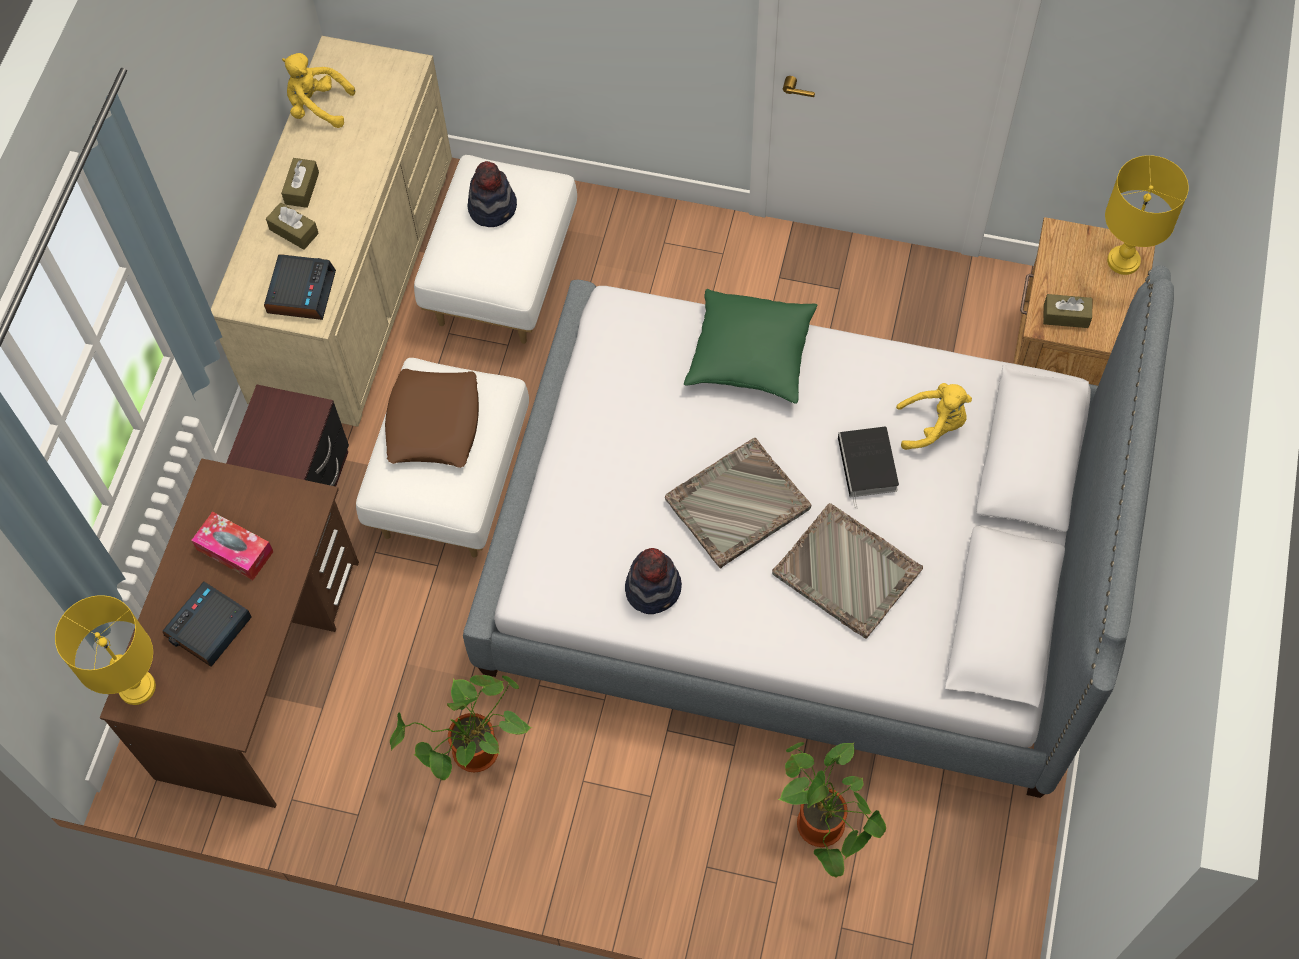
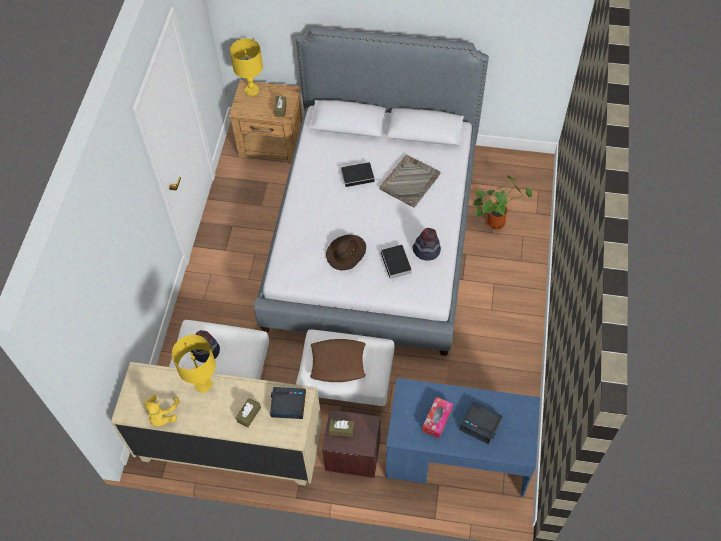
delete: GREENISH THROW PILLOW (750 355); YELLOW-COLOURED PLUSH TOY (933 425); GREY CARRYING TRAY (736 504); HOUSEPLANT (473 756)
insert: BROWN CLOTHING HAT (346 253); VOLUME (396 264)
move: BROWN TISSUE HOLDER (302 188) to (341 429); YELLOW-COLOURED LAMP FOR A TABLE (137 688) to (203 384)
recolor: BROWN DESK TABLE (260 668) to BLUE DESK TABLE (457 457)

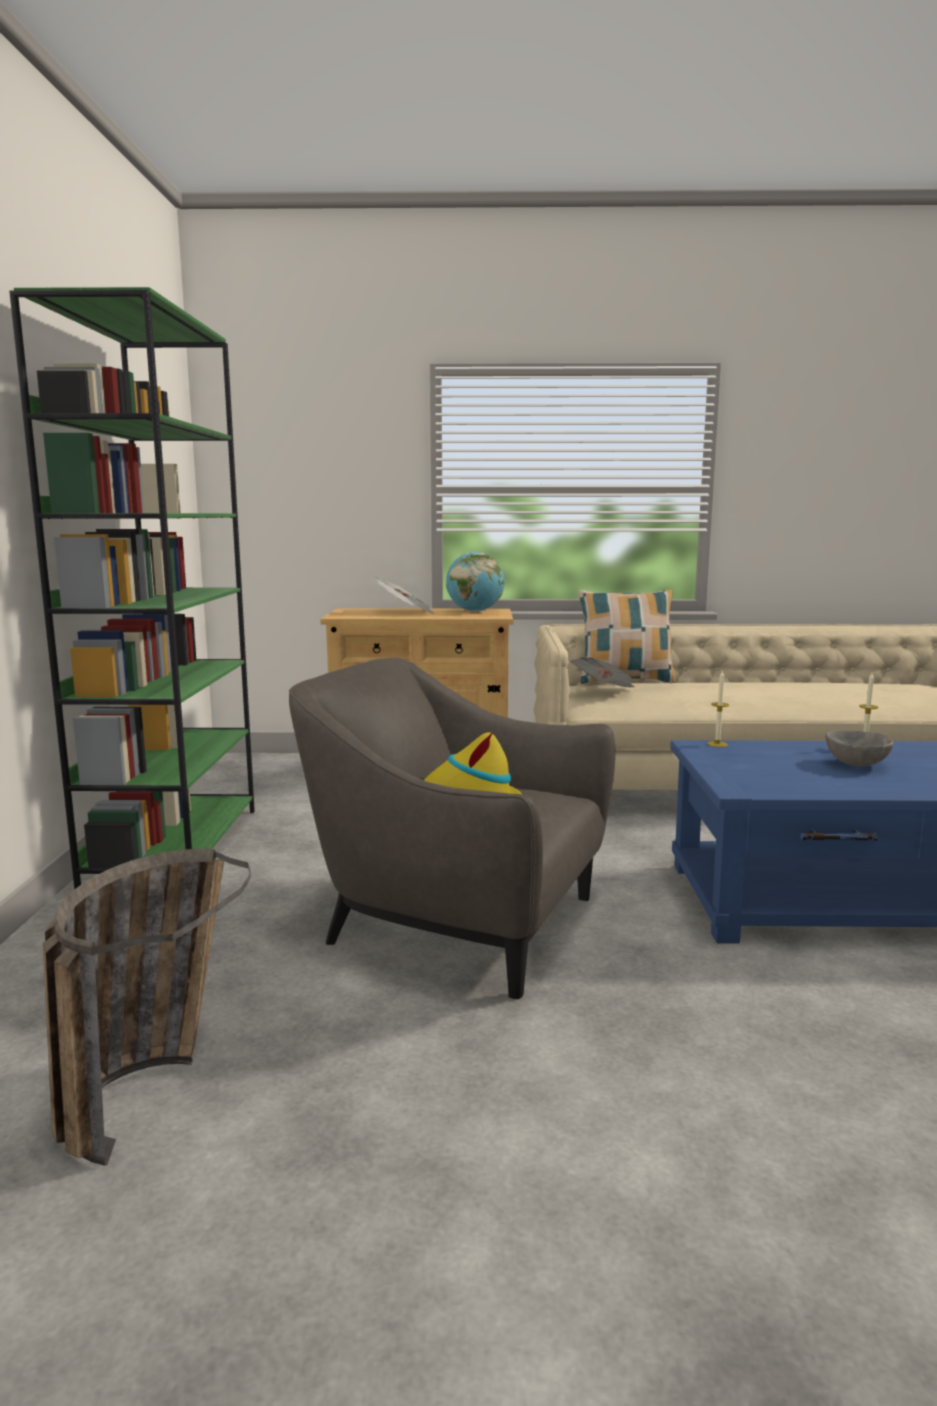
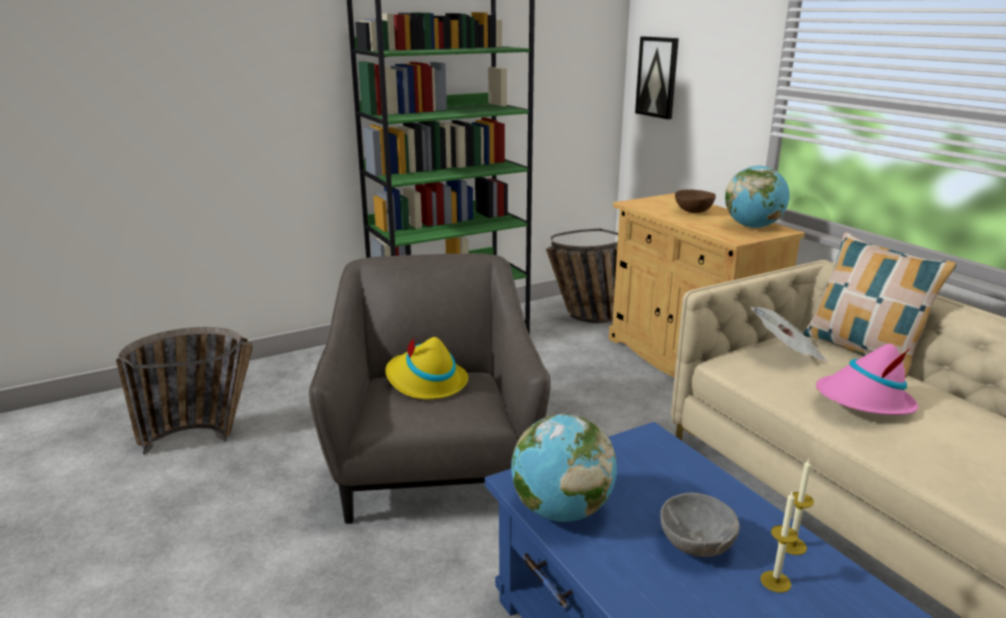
insert: PICTURE (657 77); STORAGE BASKET (587 317); PINK CLOTHING HAT (863 401); WORLD GLOBE (561 511)
move: CANDLE (717 744) to (775 581)
replace: PRINTED PAPER (405 612) to BROWN DEEP DISH (694 212)

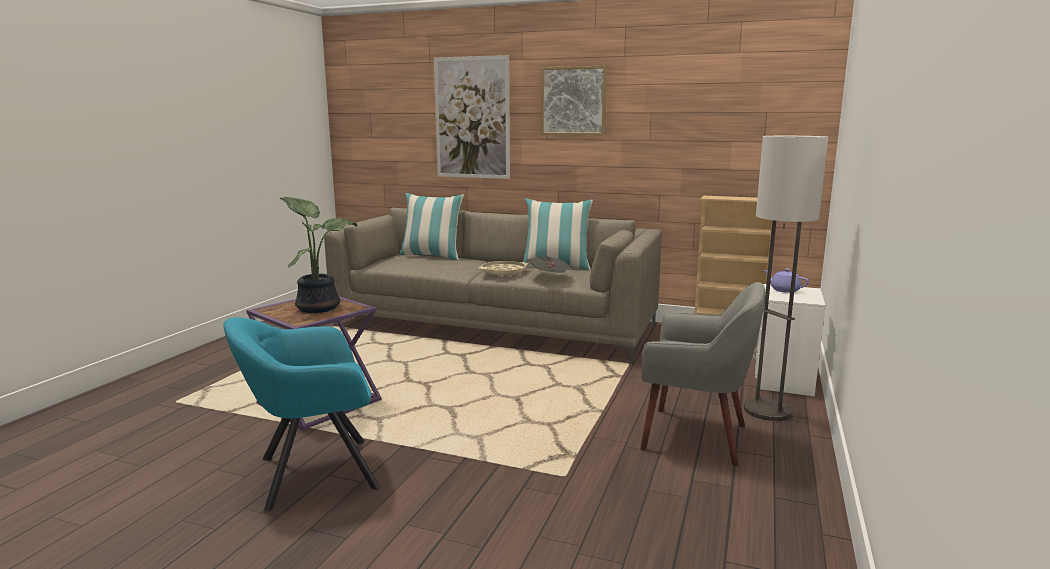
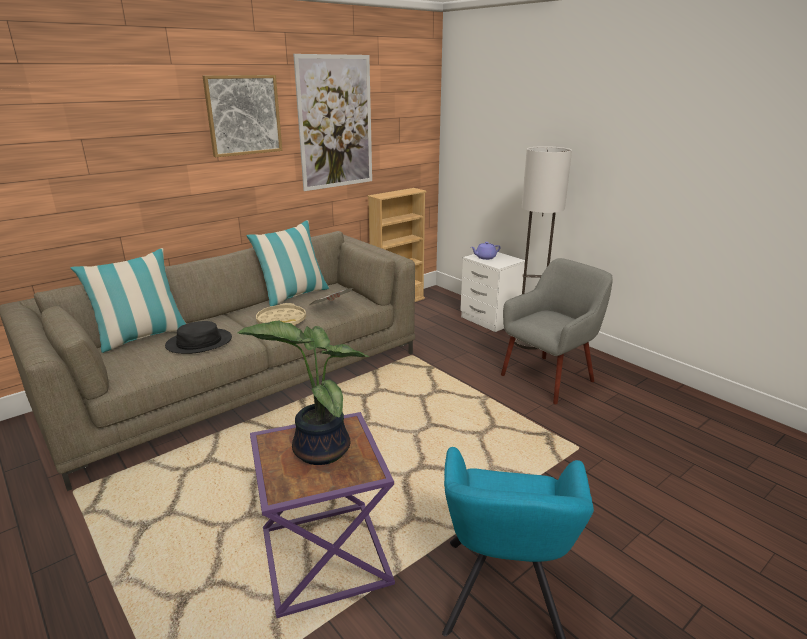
insert: BLACK CLOTHING HAT (199 342)
move: PICTURE (472 118) to (335 123)

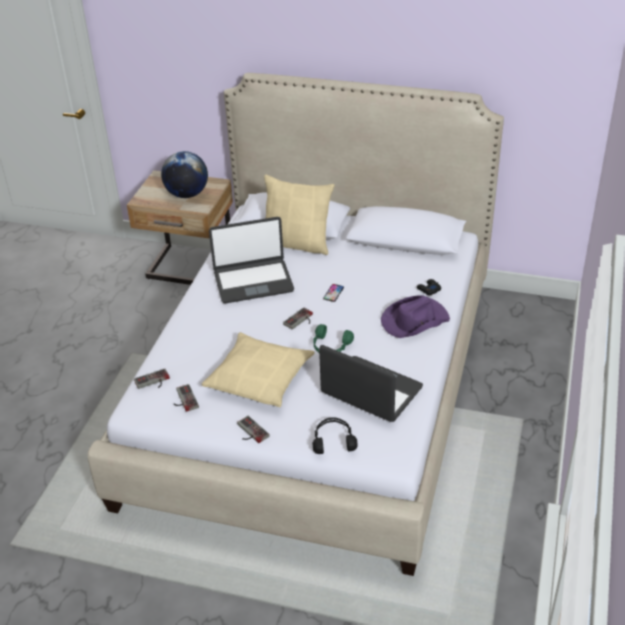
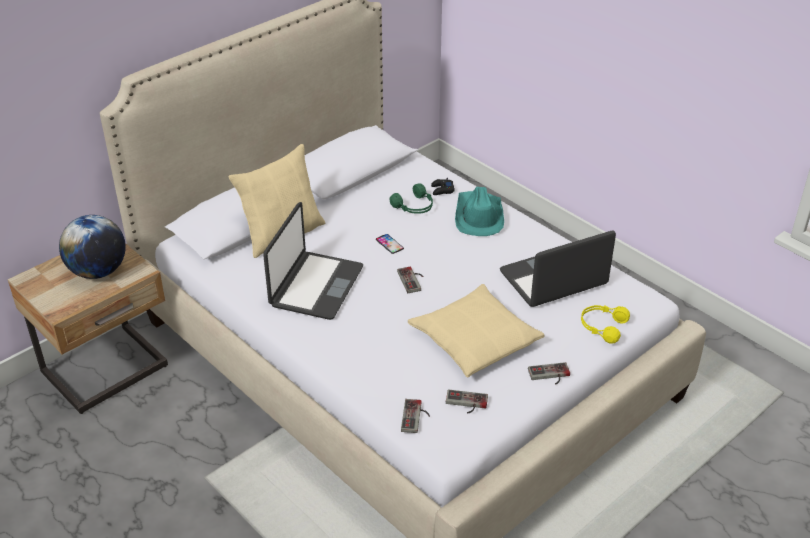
move: GREENISH HEADPHONES (330 347) to (414 207)
recolor: PURPLISH CLOTHING HAT (414 320) to BLUE-GREEN CLOTHING HAT (478 216); BLACK HEADPHONES (333 440) to YELLOW-COLOURED HEADPHONES (602 327)

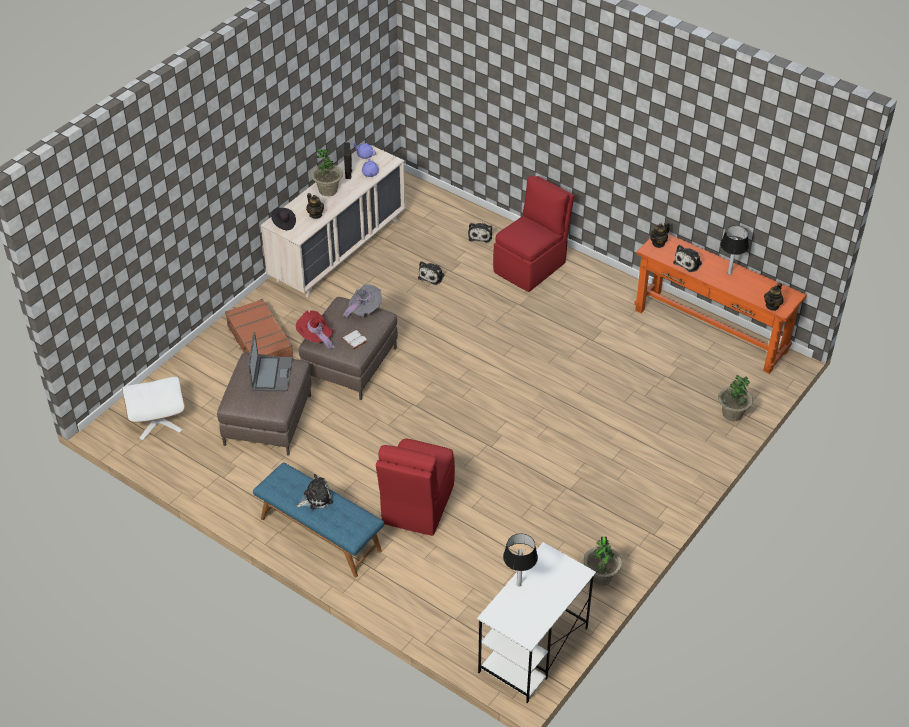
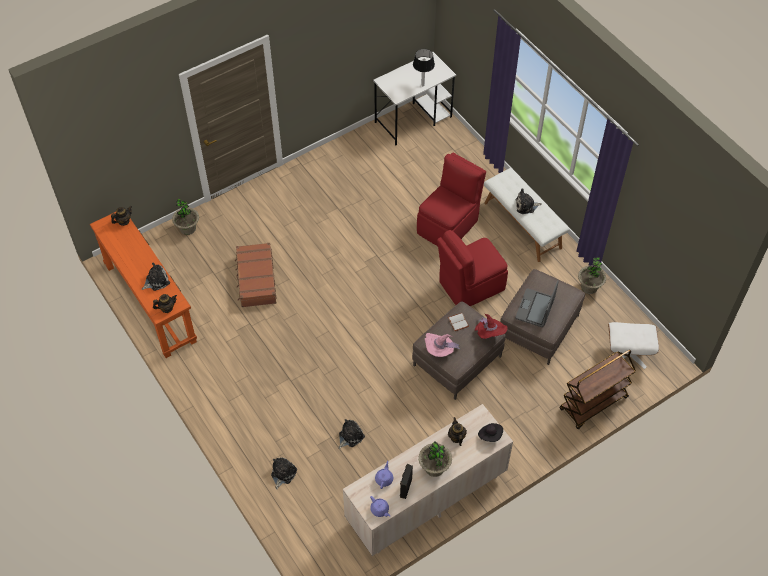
delete: LAMP FOR A TABLE (729 273)
insert: BROWN WHEELED CART (593 404)
move: RED PLAIN CHAIR (531 266) to (470 286); BROWN SUITCASE (260 341) to (256 279); HOUSEPLANT (601 576) to (589 287)
recolor: GREY CLOTHING HAT (364 310) to PINK CLOTHING HAT (439 350); BLUE INDOOR BENCH (320 534) to WHITE INDOOR BENCH (523 225)

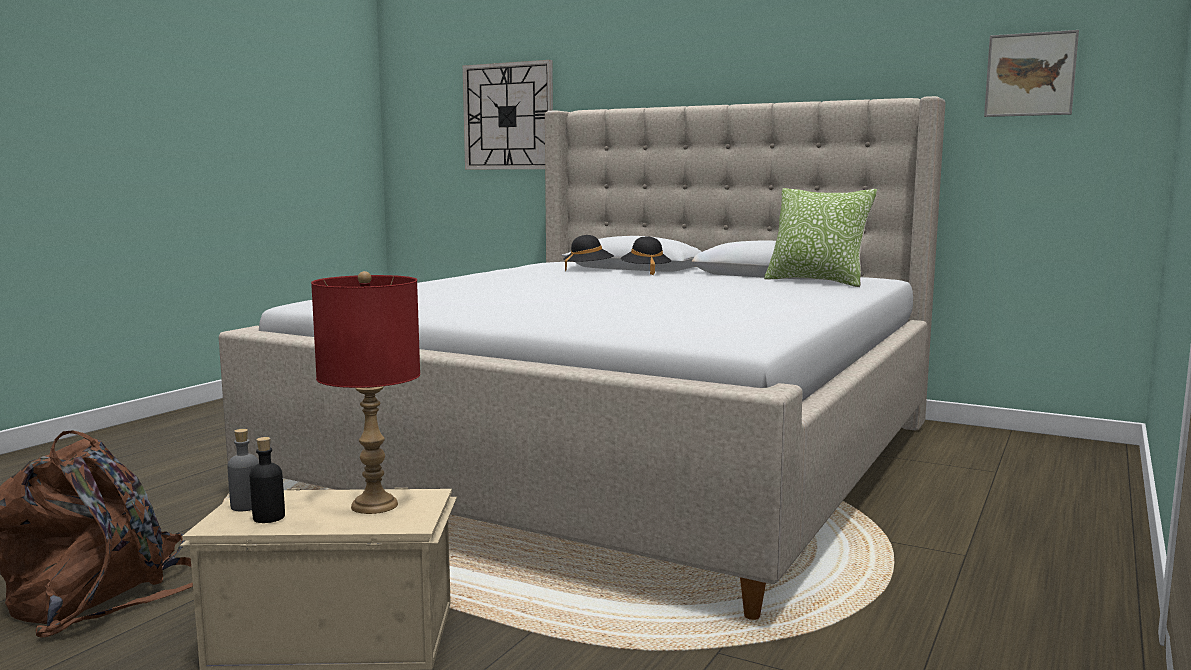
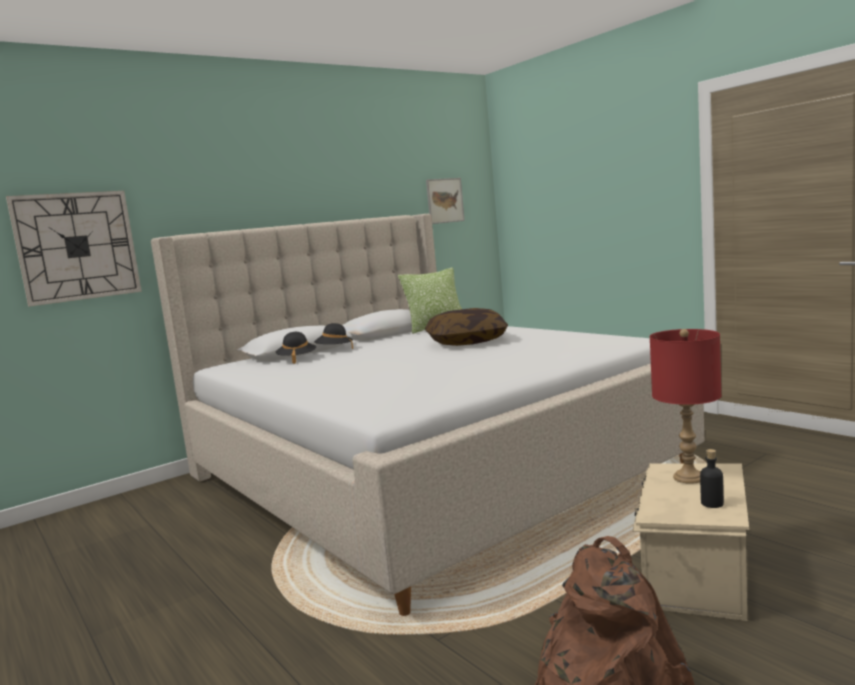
delete: GREY DRINK BOTTLE (246 506)
insert: THROW PILLOW (467 342)

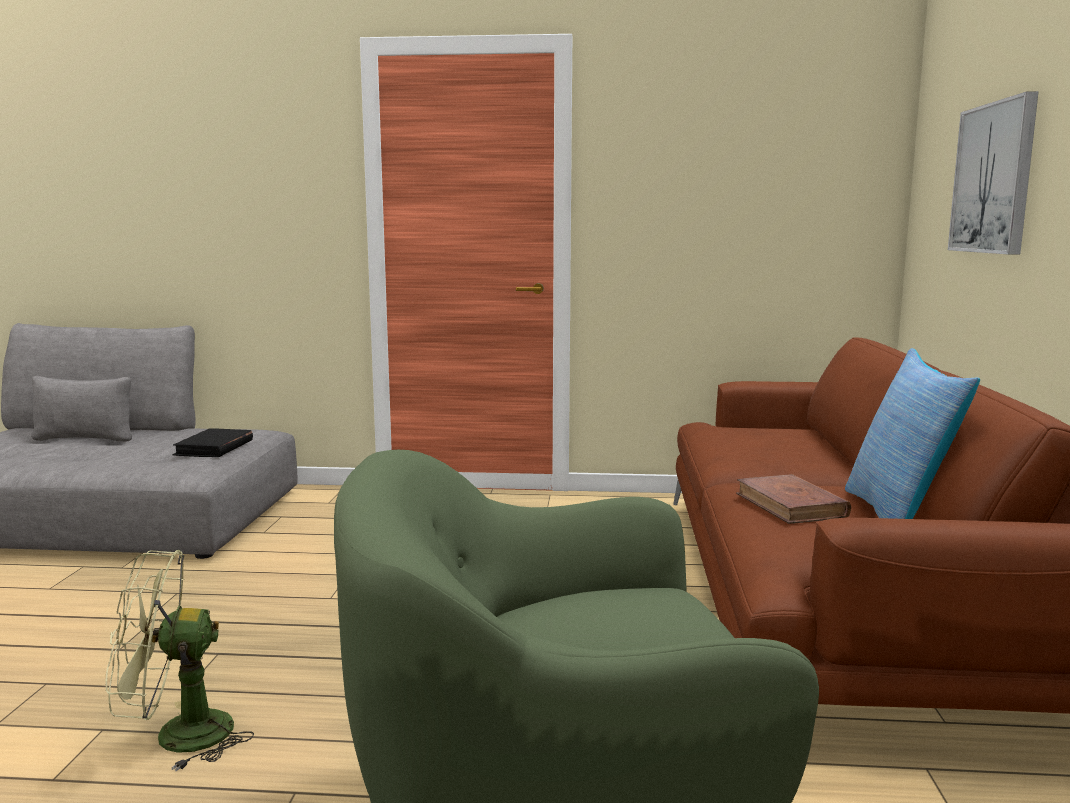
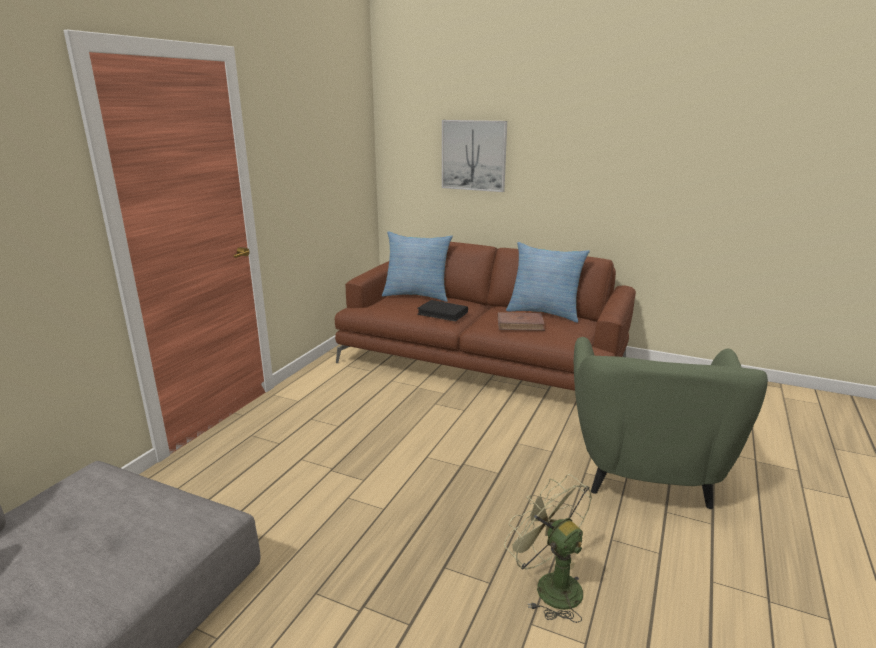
insert: THROW PILLOW (417 295)
move: BLACK VOLUME (214 448) to (443 313)
rotate: GREENISH FAN (177 737) = (549 585) 135 degrees clockwise

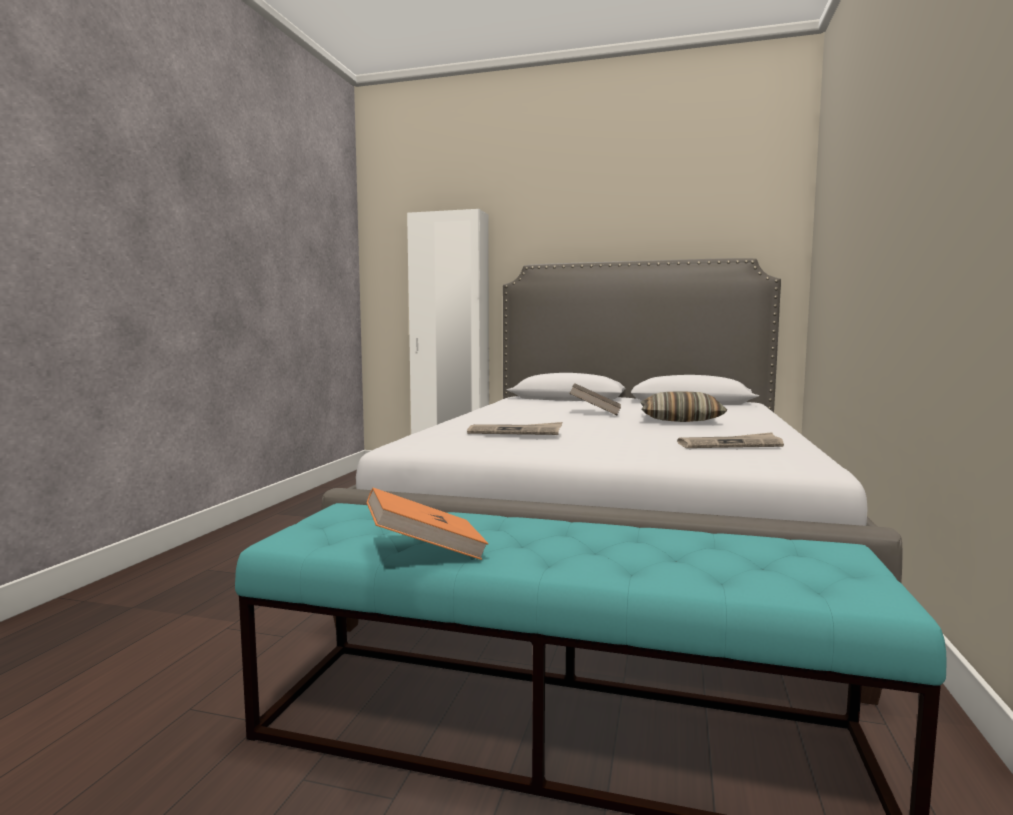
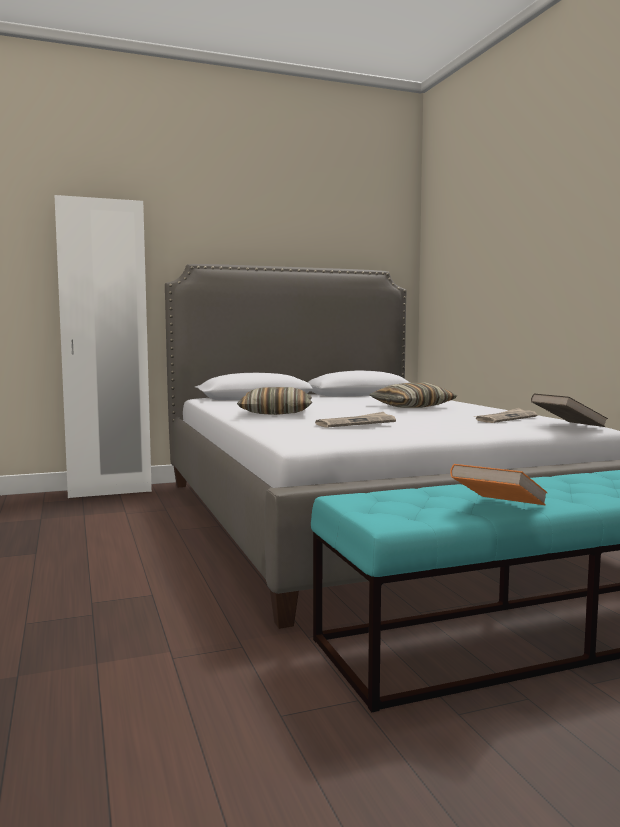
insert: THROW PILLOW (276 413)
move: BROWN VOLUME (595 413) to (567 426)

